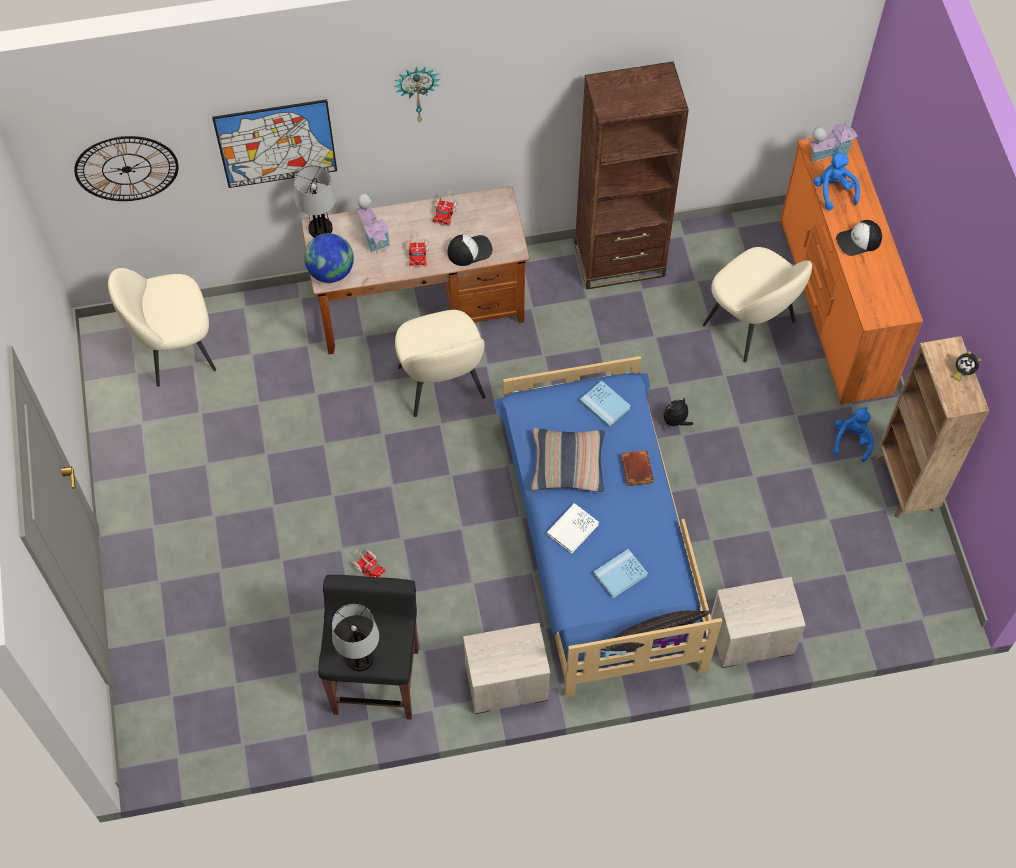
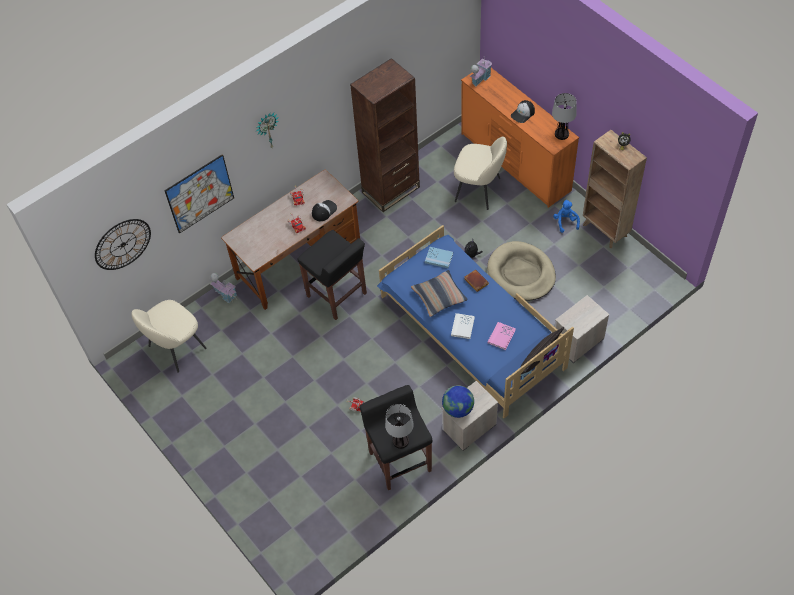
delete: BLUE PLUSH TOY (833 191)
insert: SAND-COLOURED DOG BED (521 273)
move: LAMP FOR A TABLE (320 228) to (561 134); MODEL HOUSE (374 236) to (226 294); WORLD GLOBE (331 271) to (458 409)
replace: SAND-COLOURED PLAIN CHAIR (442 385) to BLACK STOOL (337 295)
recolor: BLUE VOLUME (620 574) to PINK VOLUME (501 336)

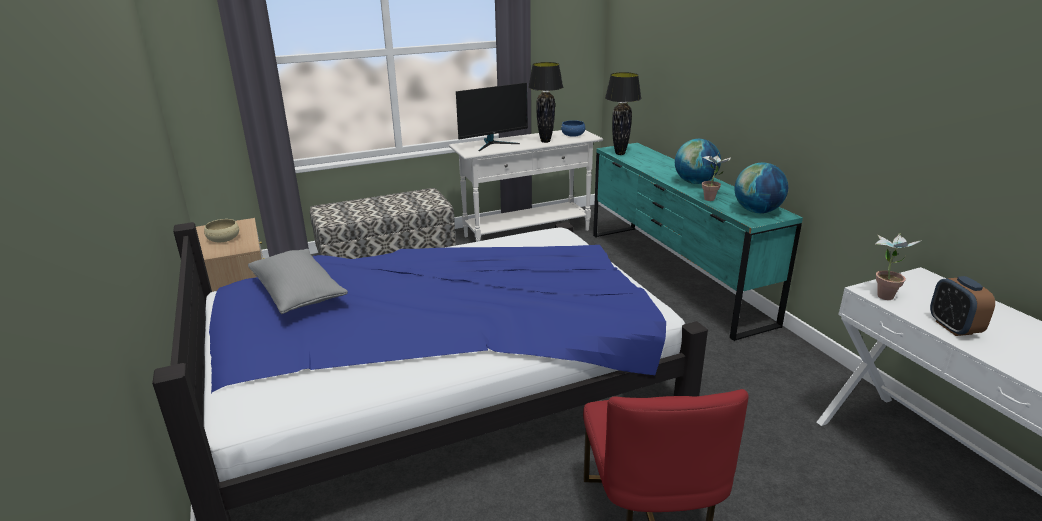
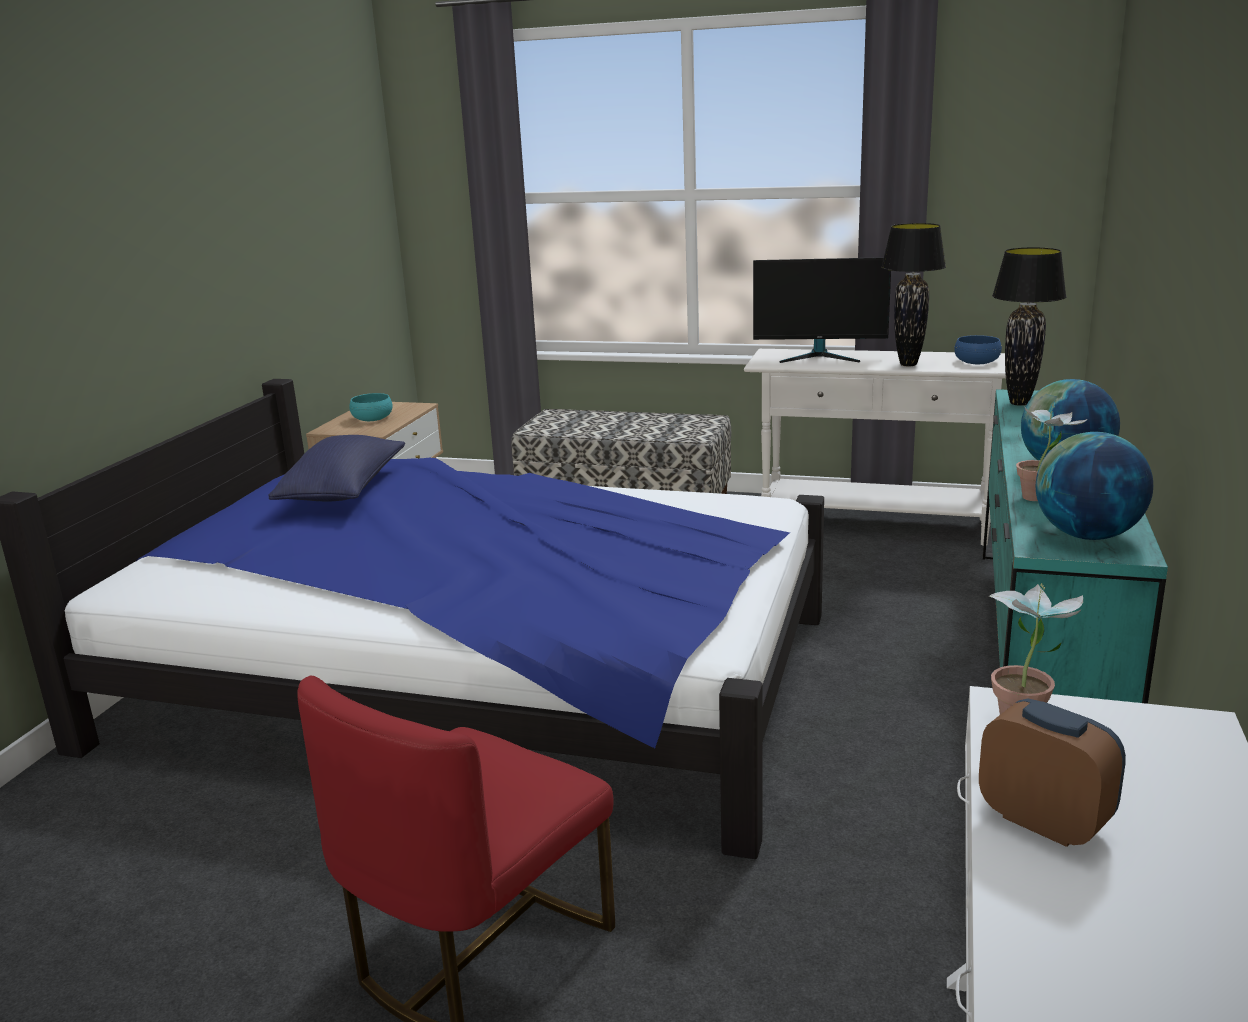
recolor: SAND-COLOURED DEEP DISH (223 239) to BLUE-GREEN DEEP DISH (372 418); GREY THROW PILLOW (298 294) to BLUE THROW PILLOW (344 491)
rotate: TABLE CLOCK (953 327) = (1044 821) 105 degrees clockwise

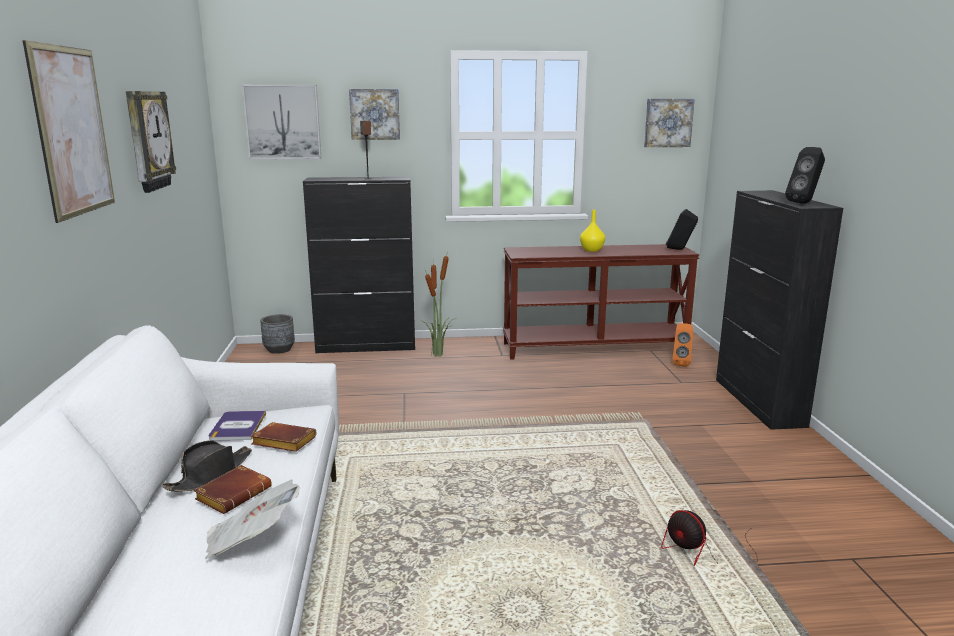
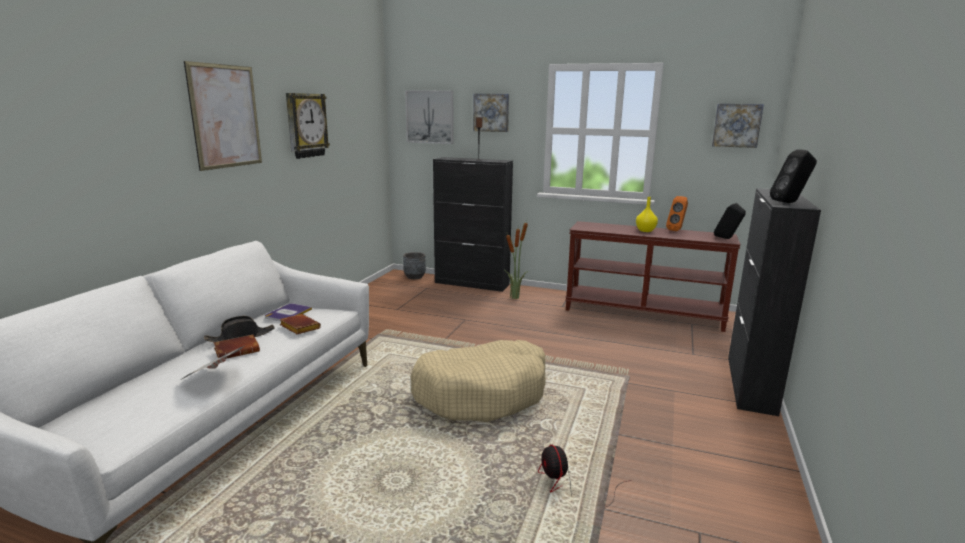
insert: SAND-COLOURED DOG BED (482 393)
move: ORANGE SPEAKER (681 363) to (677 230)

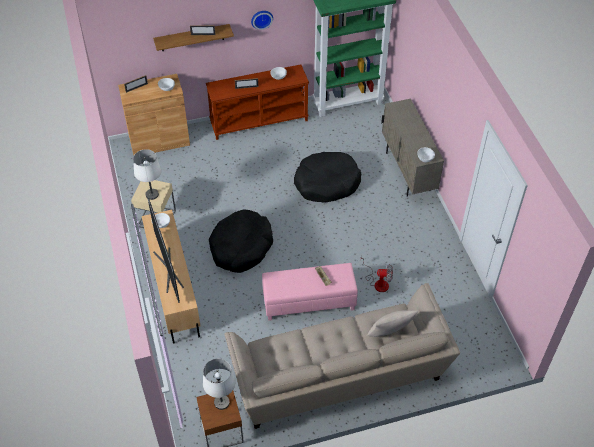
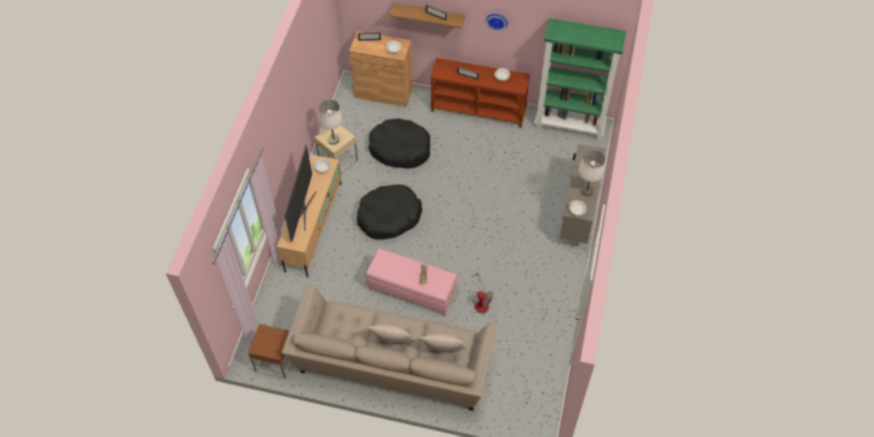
insert: SAND-COLOURED THROW PILLOW (392 343)
move: BLACK DOG BED (326 183) to (400 149); WHITE LAMP FOR A TABLE (222 402) to (587 190)

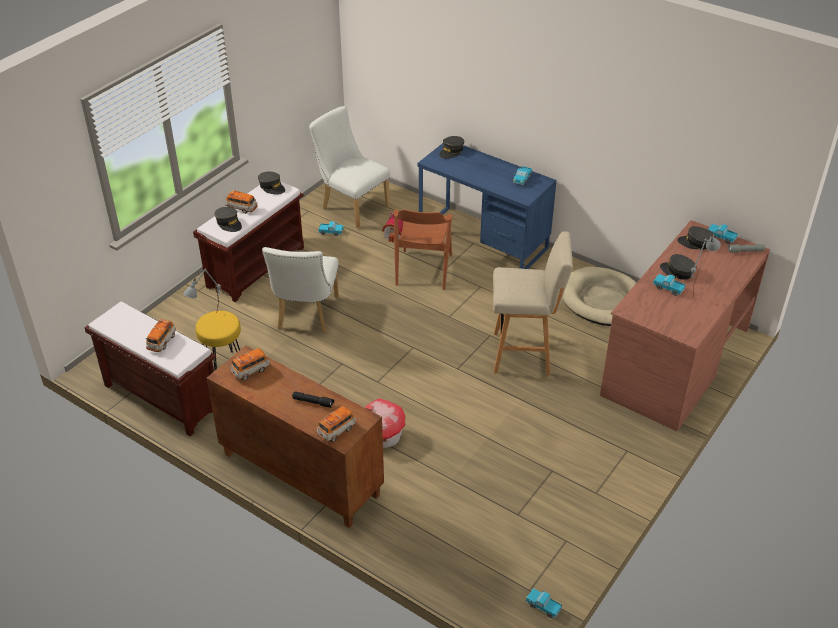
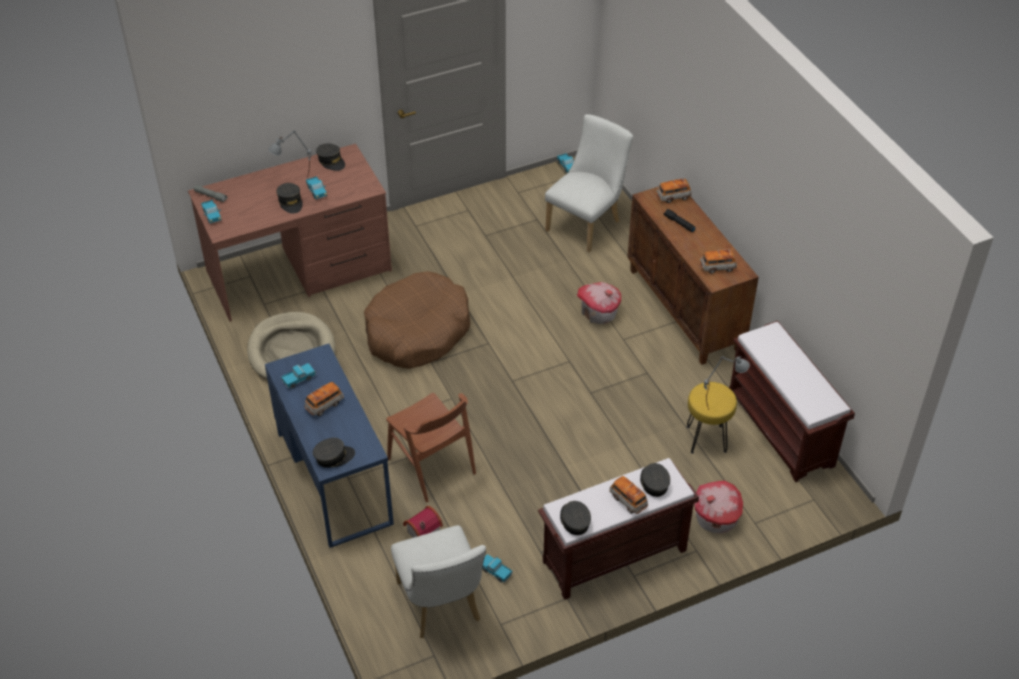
insert: MODEL HOUSE (716 519)
move: GREY BASEBALL CAP (695 243) to (331 161); WHITE PLAIN CHAIR (306 316) to (587 224); MINIATURE CAR (162 342) to (324 405)
replace: SAND-COLOURED STOOL (524 354) to BROWN DOG BED (417 331)
rotate: BROWN PLAIN CHAIR (423 270) = (431 466) 105 degrees clockwise

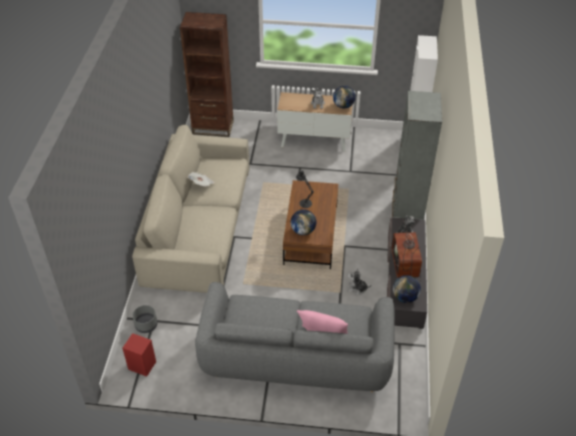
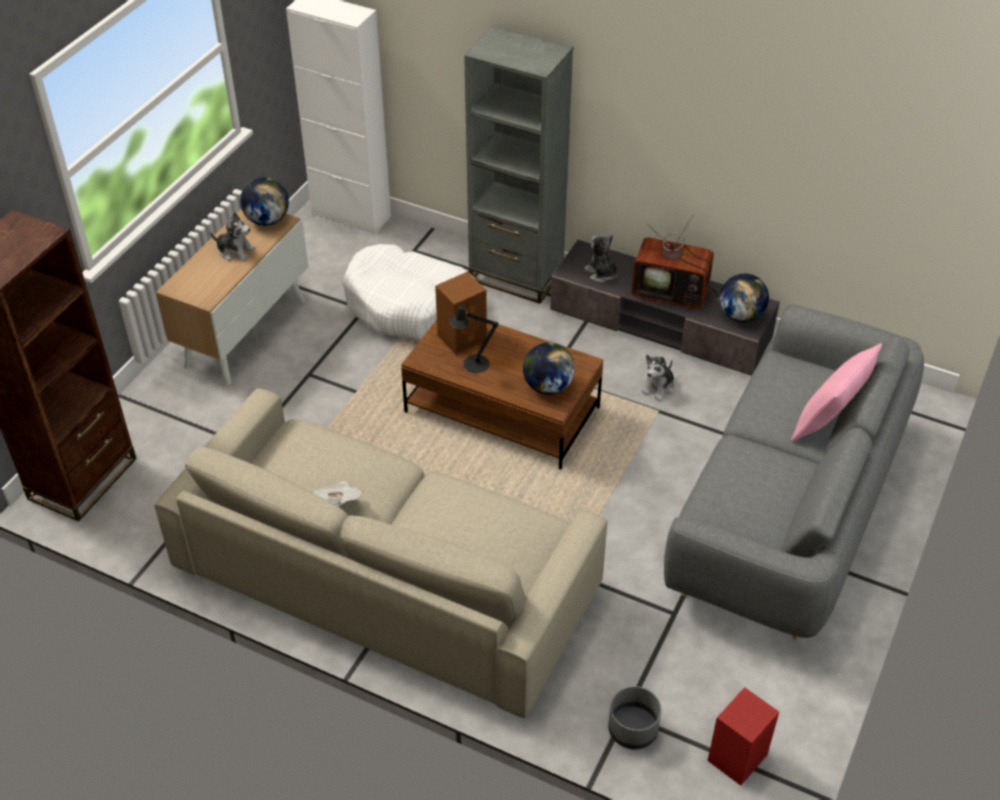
insert: WHITE DOG BED (410 305); BROWN SPEAKER (463 337)

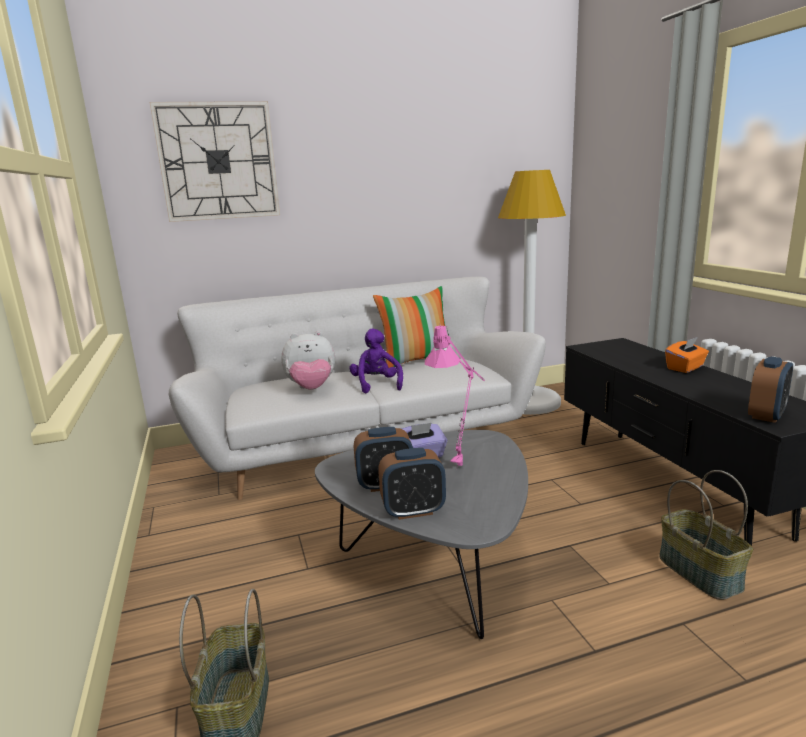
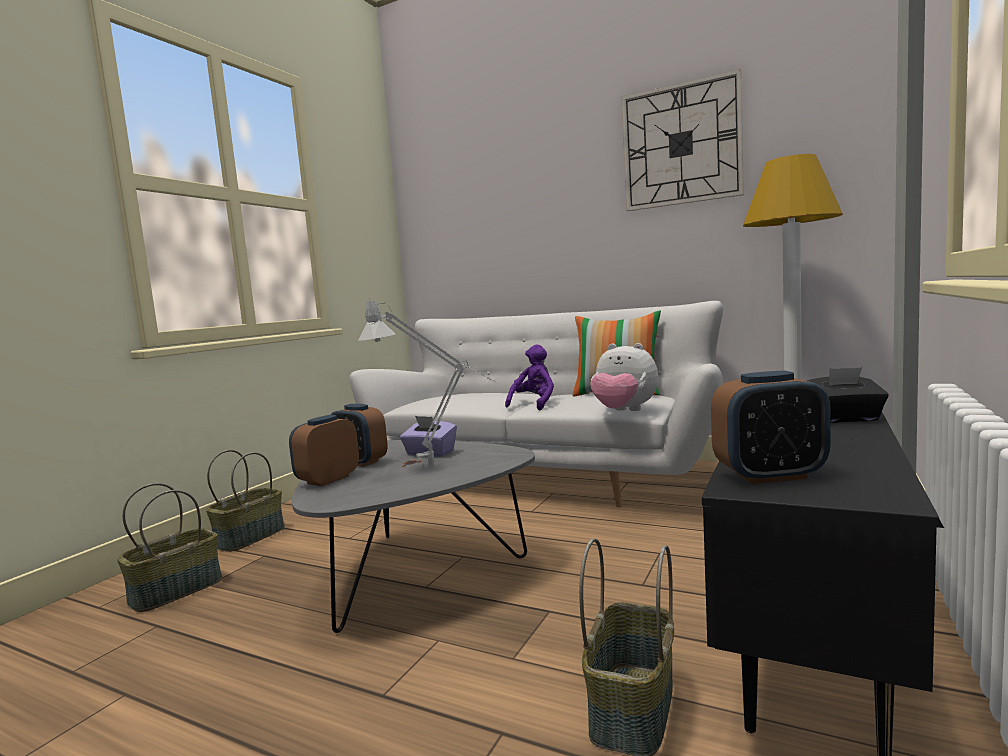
insert: STORAGE BASKET (250 537)
move: HANGING CLOCK (218 162) to (681 144); PLUSH TOY (311 389) to (624 411)
recolor: PINK LAMP FOR A TABLE (462 463) to GREY LAMP FOR A TABLE (440 464); ORANGE TISSUE HOLDER (685 368) to BLACK TISSUE HOLDER (842 419)
rotate: TABLE CLOCK (413 511) = (328 480) 90 degrees clockwise

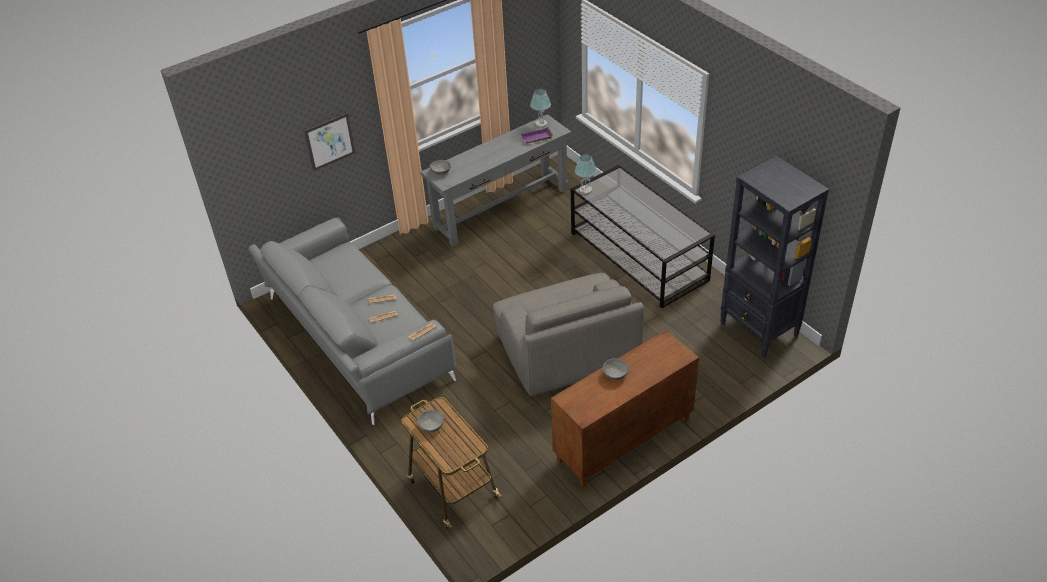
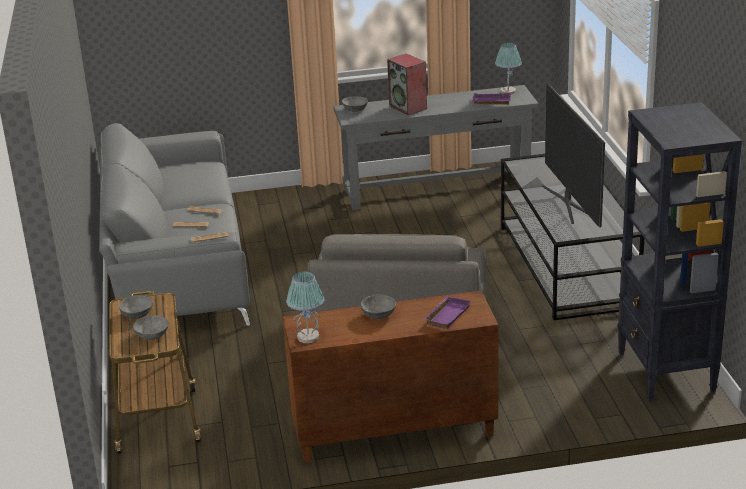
delete: PICTURE (330 141)
insert: SPEAKER (408 107); TELEVISION (570 202); PURPLISH CARRYING TRAY (446 315); GREY DEEP DISH (152 335)
move: LAMP FOR A TABLE (585 190) to (308 337)

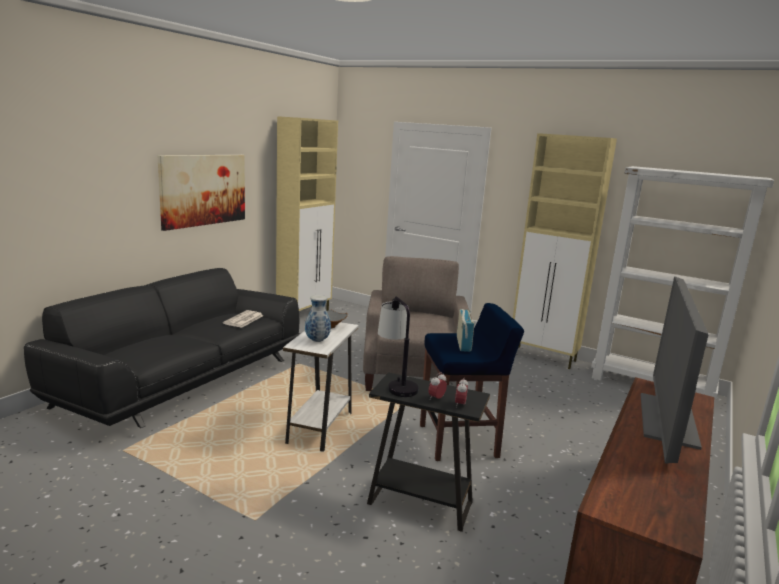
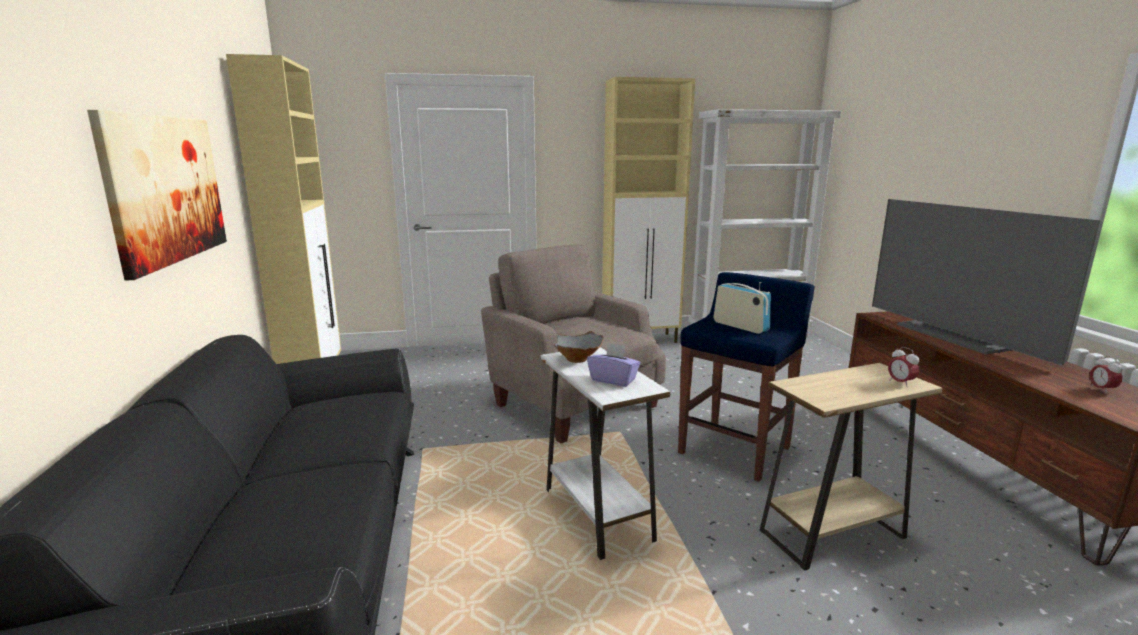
delete: LAMP FOR A TABLE (395 384); PRINTED PAPER (243 320)
move: TABLE CLOCK (436 398) to (1101 390)
replace: DECORATIVE VASE (317 340) to PURPLISH TISSUE HOLDER (613 380)
recolor: BLACK SIDE TABLE (420 503) to SAND-COLOURED SIDE TABLE (832 534)

